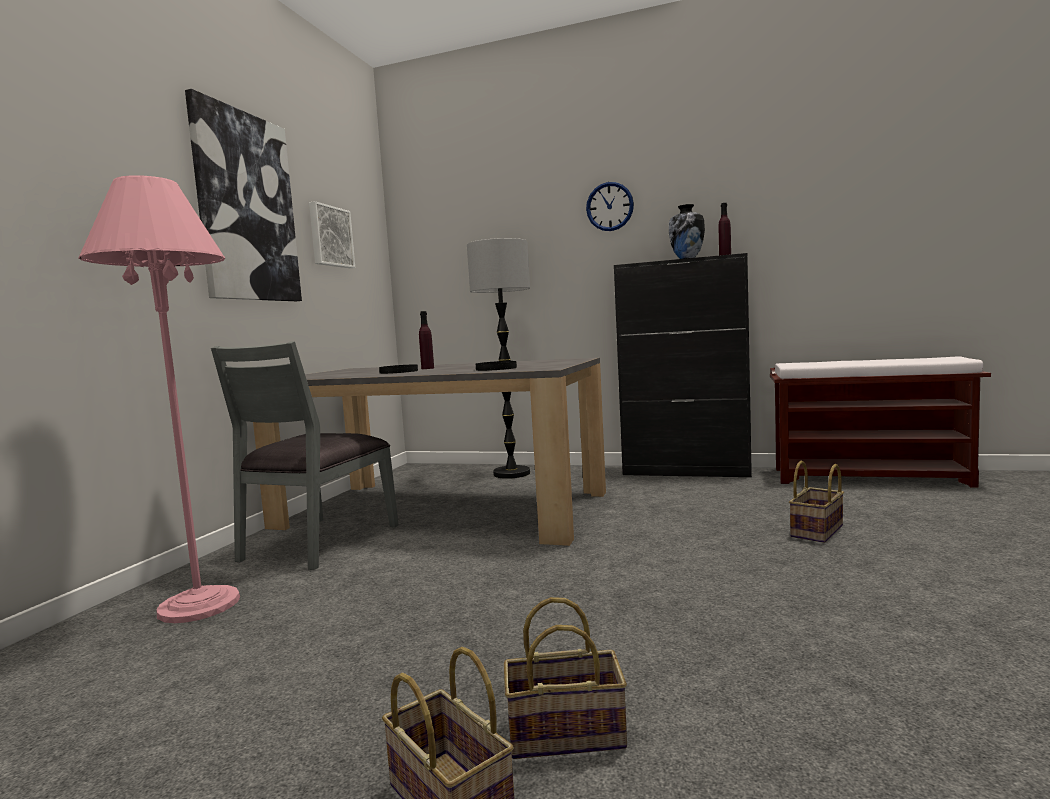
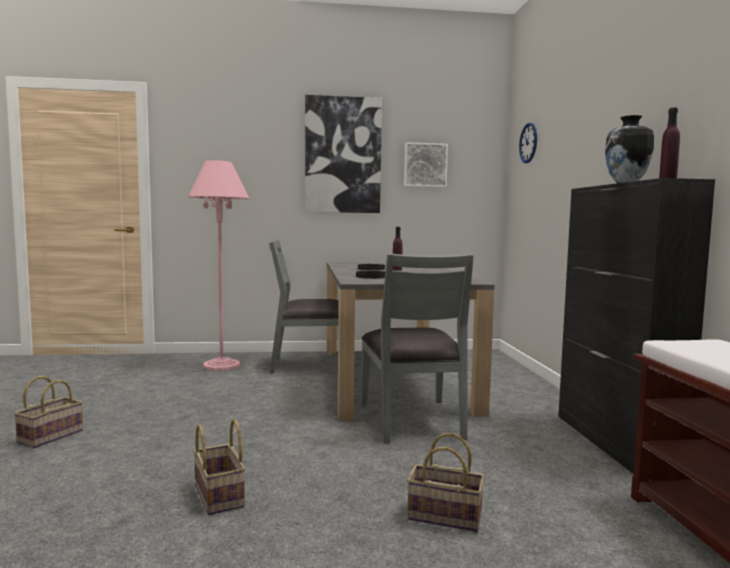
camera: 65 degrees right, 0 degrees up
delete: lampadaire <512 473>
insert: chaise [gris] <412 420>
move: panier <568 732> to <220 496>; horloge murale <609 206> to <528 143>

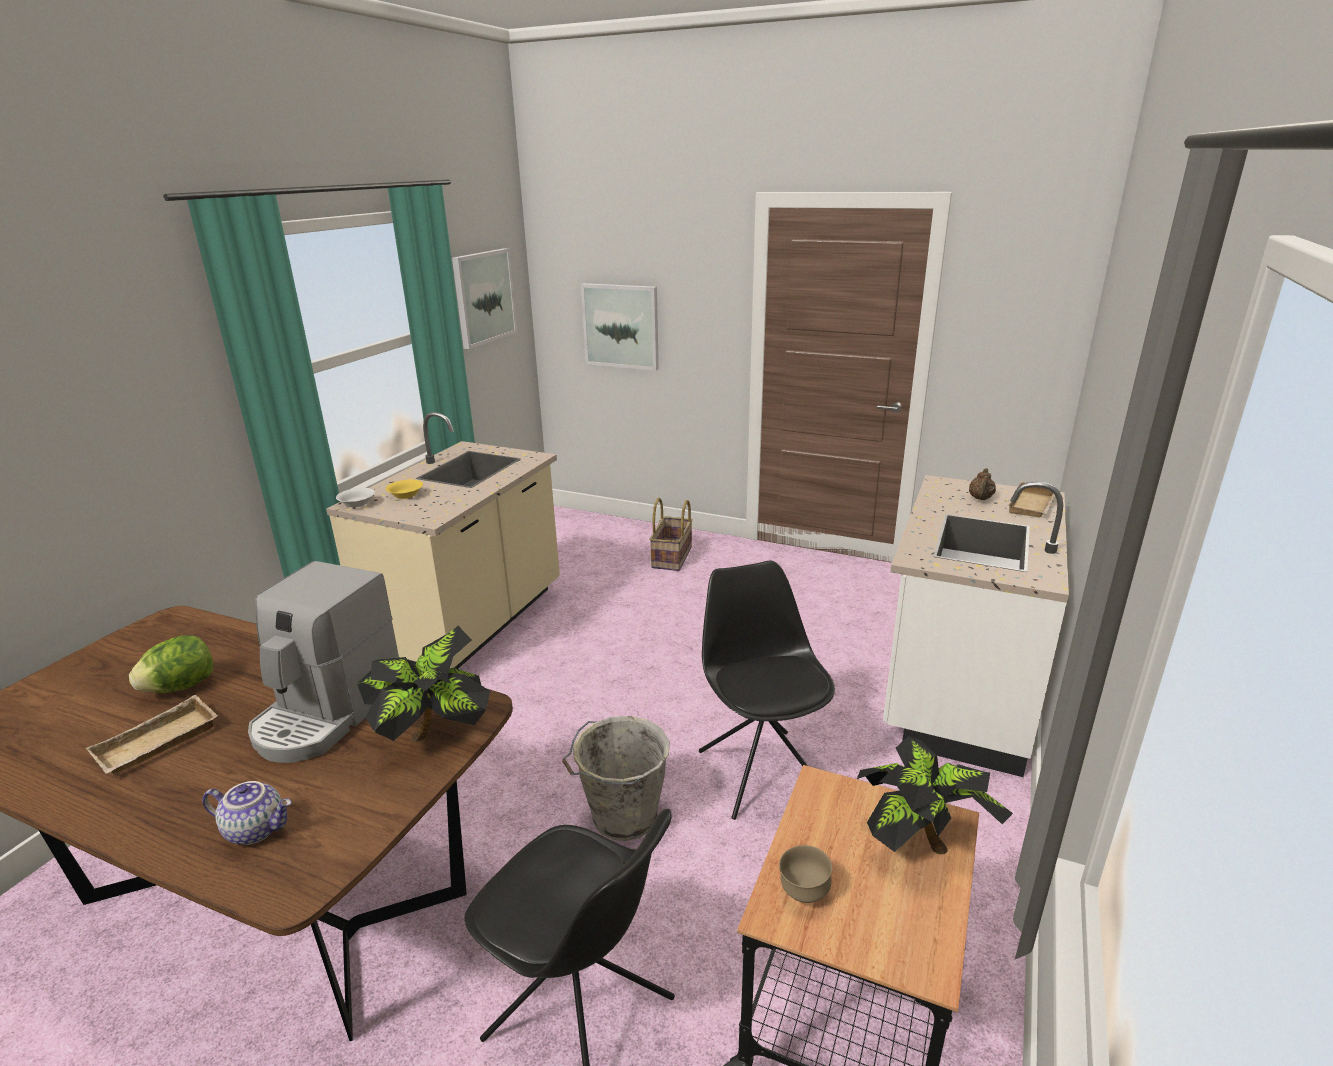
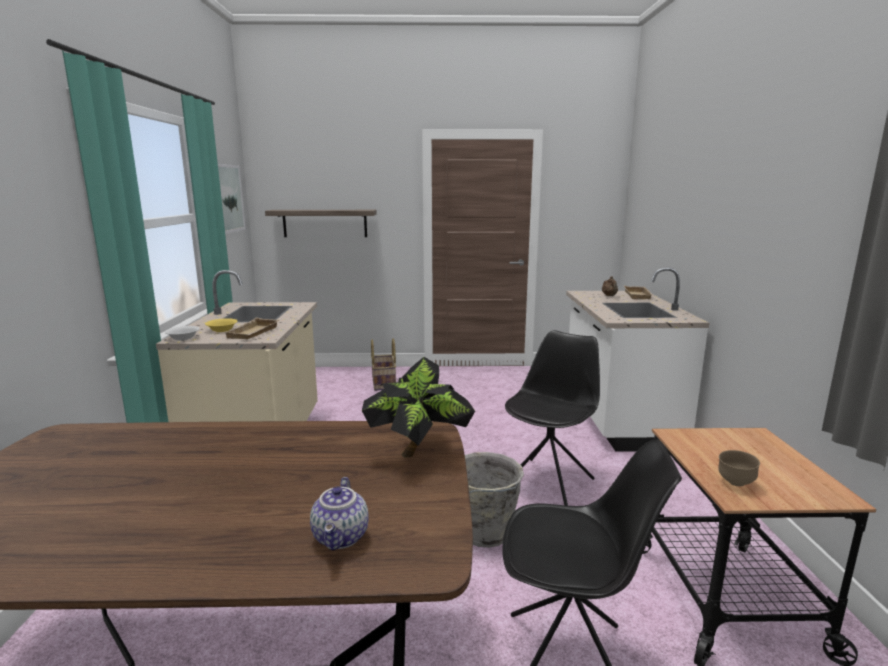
camera: 25 degrees left, 10 degrees down
delete: laitue <181 687>; machine à café <327 713>; plante en pot <920 844>
move: plateau [beige] <157 744> to <254 333>
replace: tableau <621 326> to étagère <325 223>
rotate: théière <257 829> = <342 537> 105 degrees clockwise; chaise [noir] <760 771> = <548 483> 75 degrees clockwise

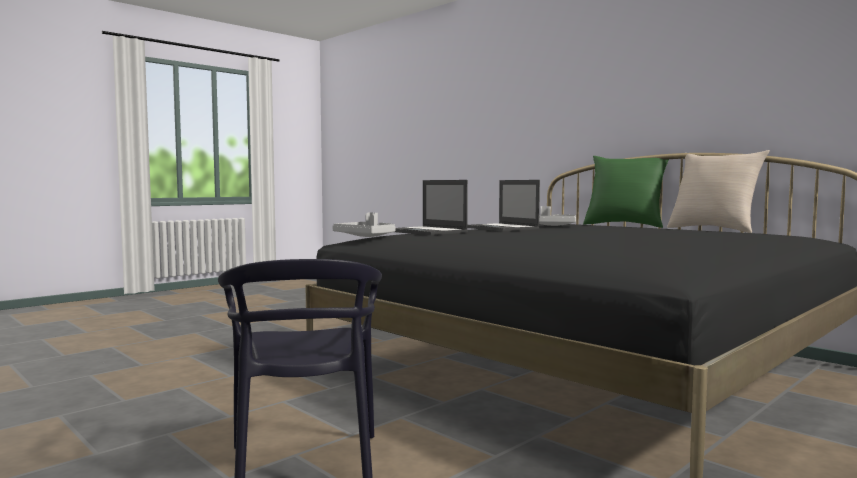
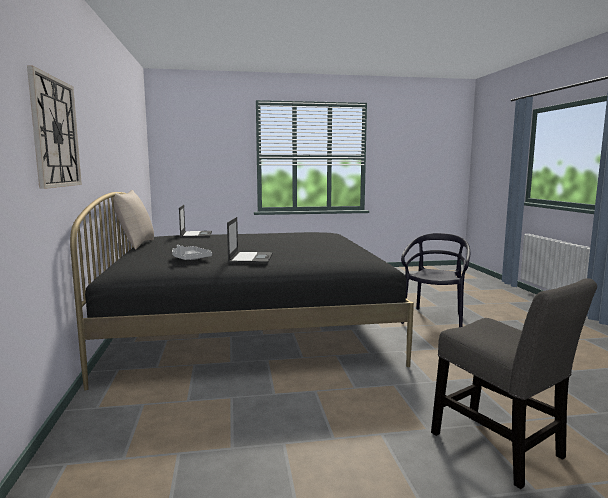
camera: 145 degrees left, 5 degrees up
delete: plateau [gris] <366 236>; coussin [vert] <625 225>
insert: horloge murale <55 133>; chaise [gris] <501 449>
move: ordinateur portable <428 232> to <196 234>

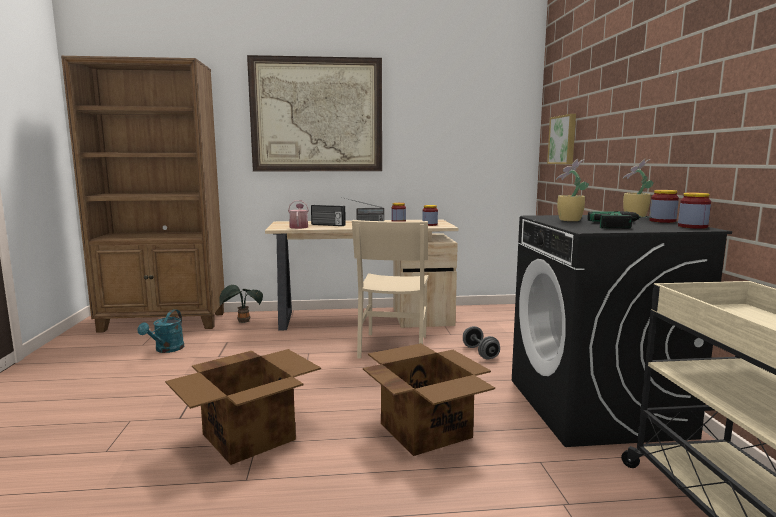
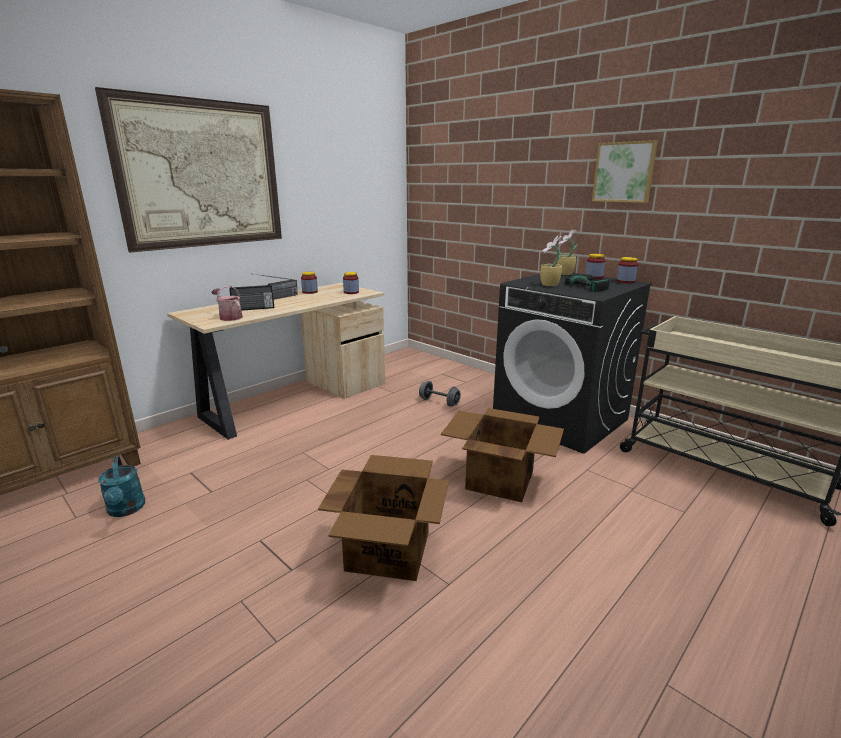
camera: 40 degrees left, 10 degrees up
delete: plante en pot <242 322>; chaise [beige] <393 346>
move: tableau <563 140> to <624 172>

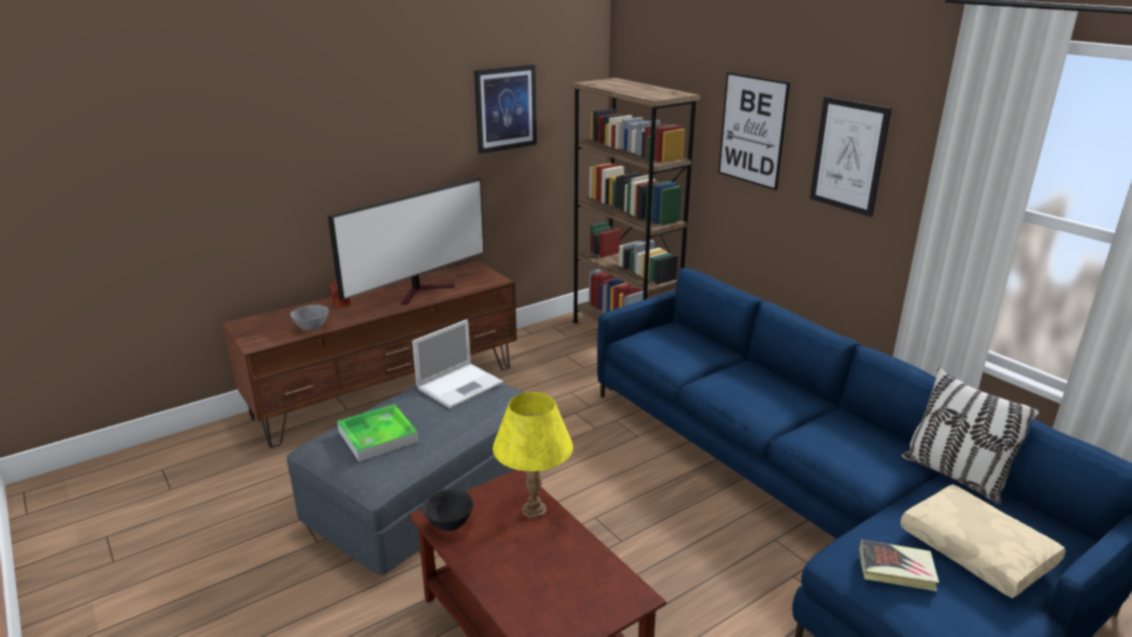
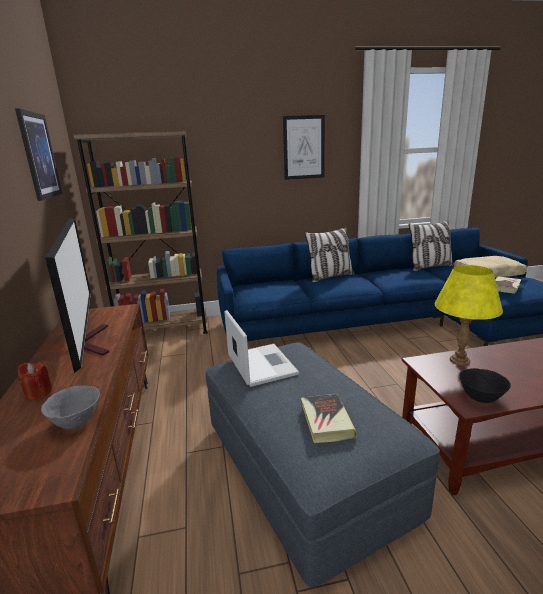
camera: 65 degrees left, 5 degrees down
delete: tableau <752 130>
insert: coussin <330 277>
replace: plateau <378 436> to livre <326 421>

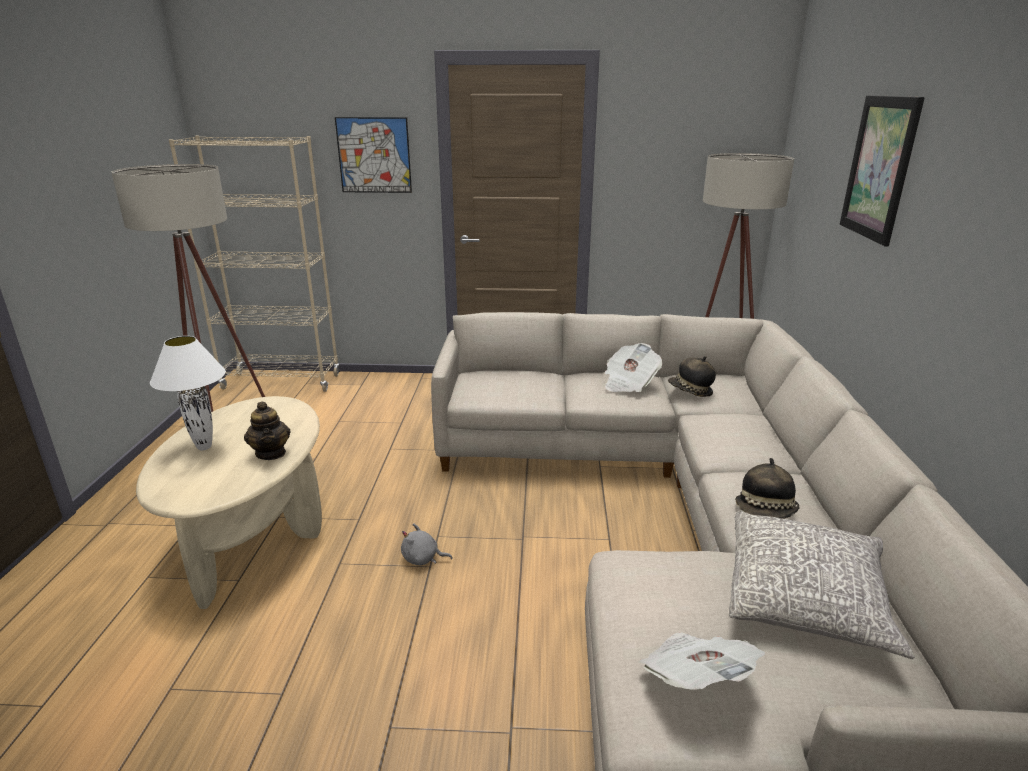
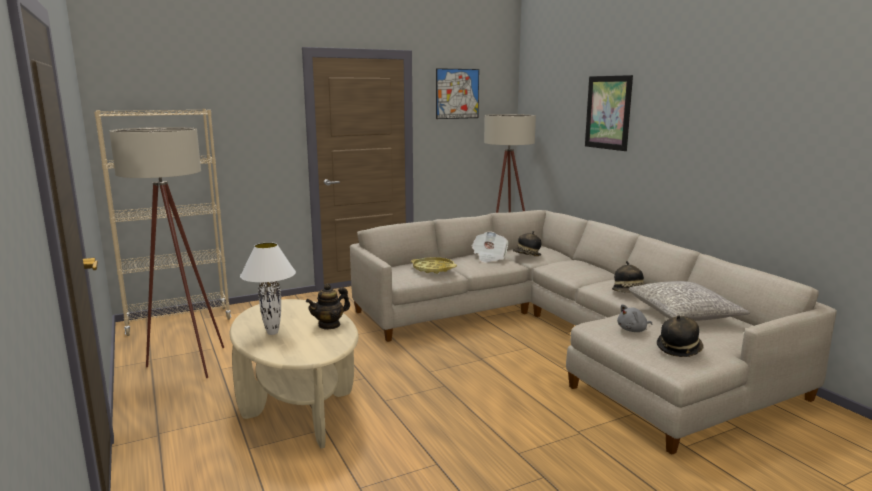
camera: 30 degrees left, 10 degrees down
insert: plateau [jaune] <433 269>
move: tableau <374 155> to <457 93>; peluche [gris] <423 559> to <633 330>
replace: journal <695 679> to chapeau <679 349>
rotate: théière <271 453> = <329 325> 105 degrees clockwise

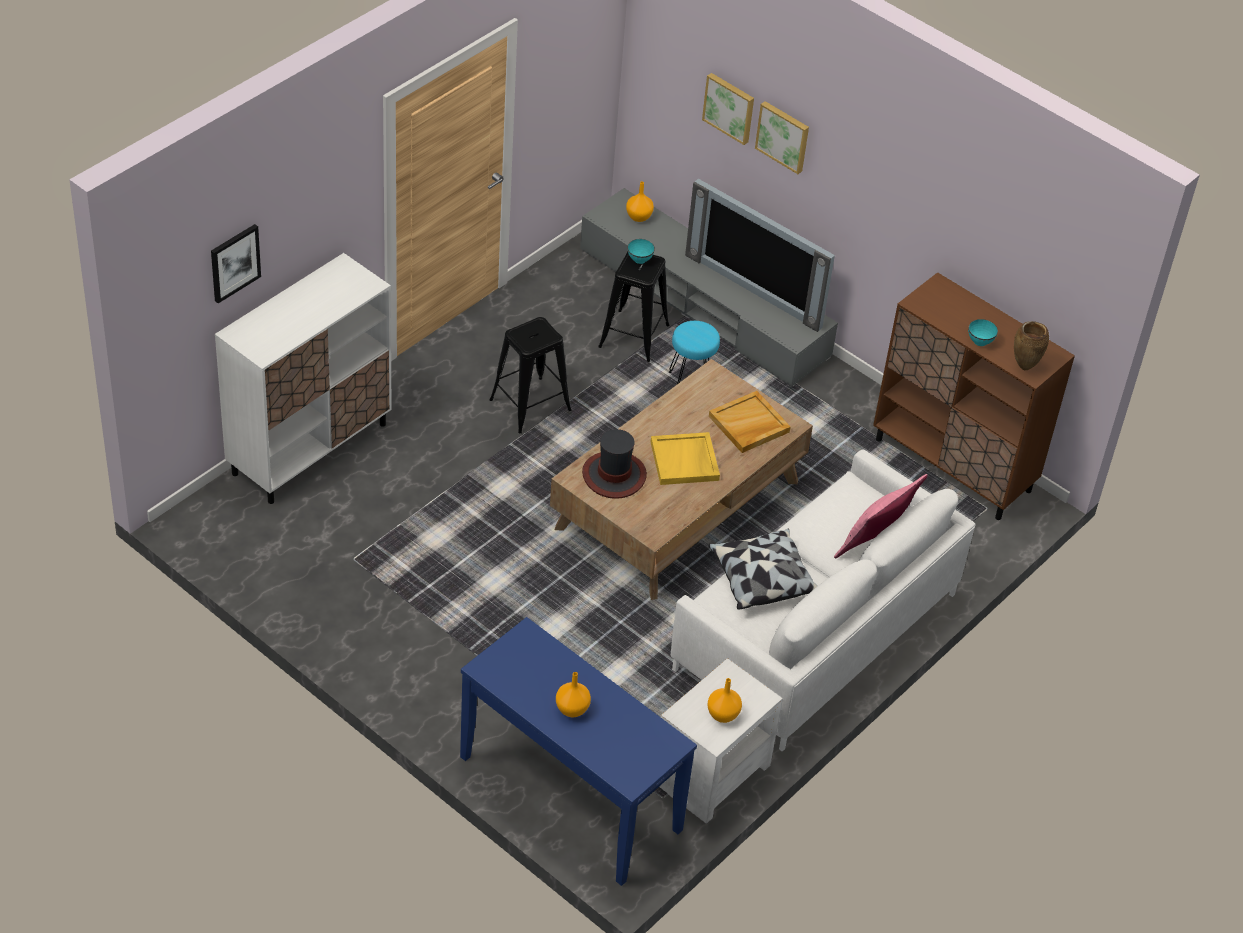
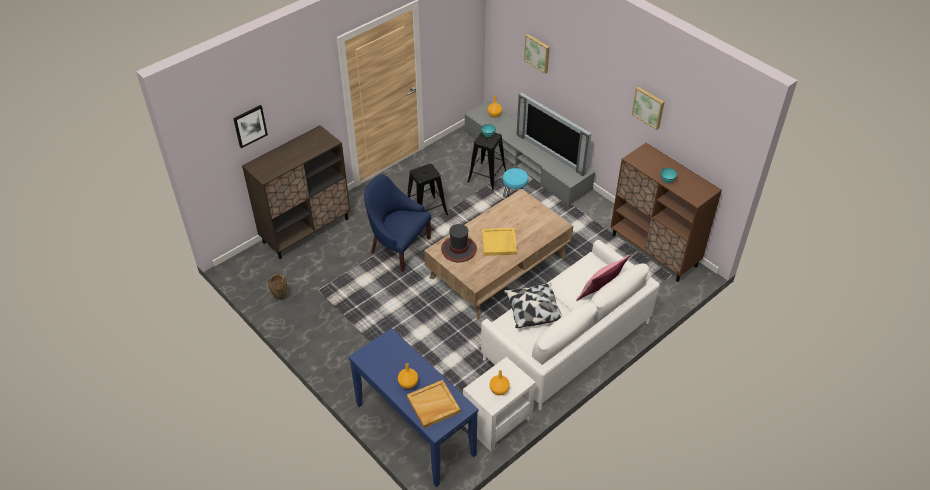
camera: 10 degrees right, 0 degrees up
insert: fauteuil [bleu] <398 247>
move: plateau [beige] <748 425> to <433 405>; tableau <783 136> to <649 107>; vase [marron] <1024 366> to <280 297>
recolor: meuble de rangement [blanc] <310 448> to meuble de rangement [marron] <306 230>

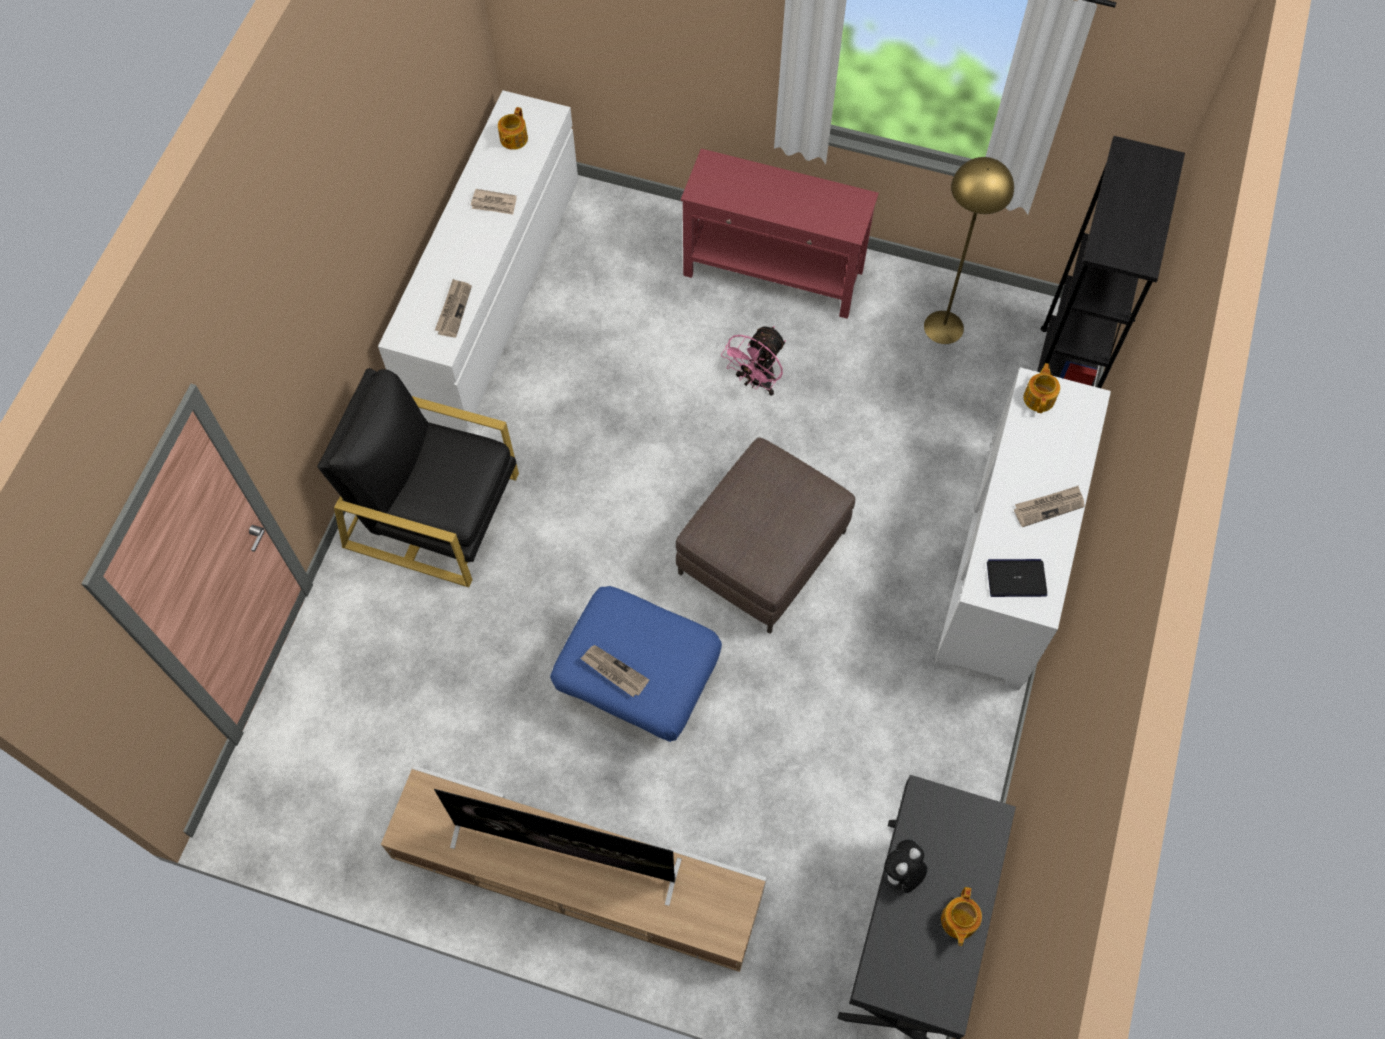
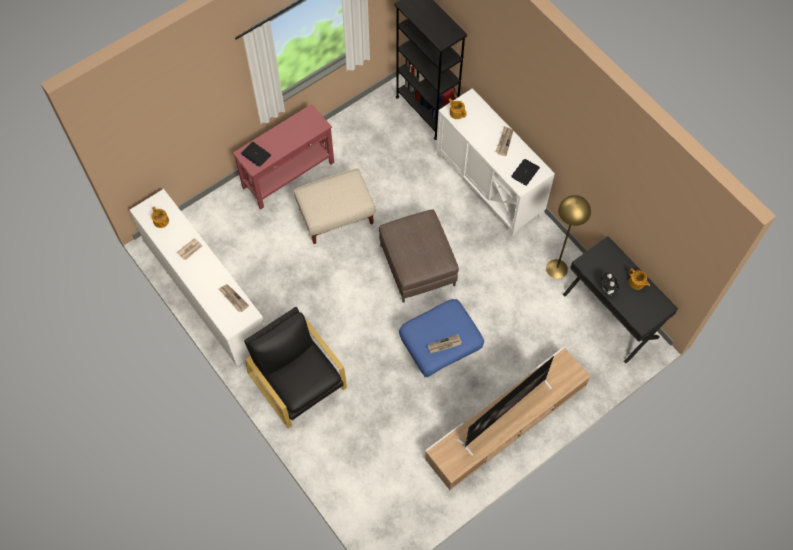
camera: 55 degrees left, 0 degrees up
insert: ordinateur portable <256 154>
move: lampadaire [jaune] <943 327> to <556 268>
replace: ventilateur [rose] <756 382> to pouf [beige] <336 216>
rotate: fauteuil [noir] <434 510> = <297 381> 90 degrees clockwise

